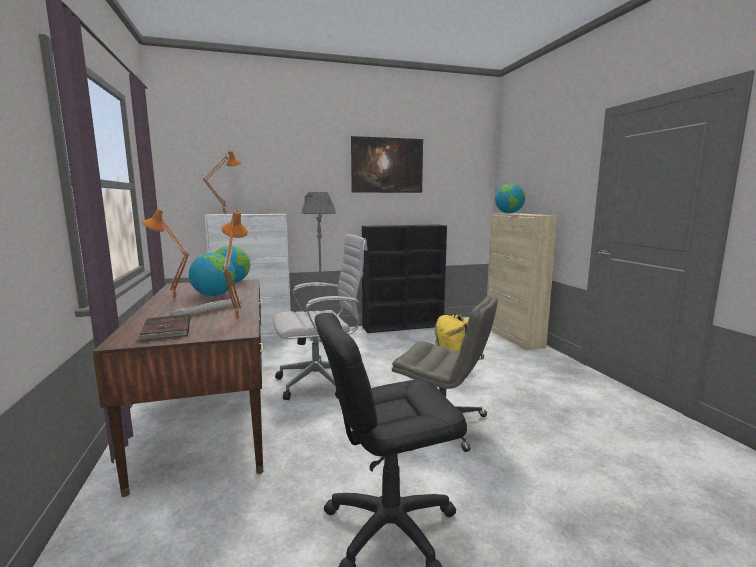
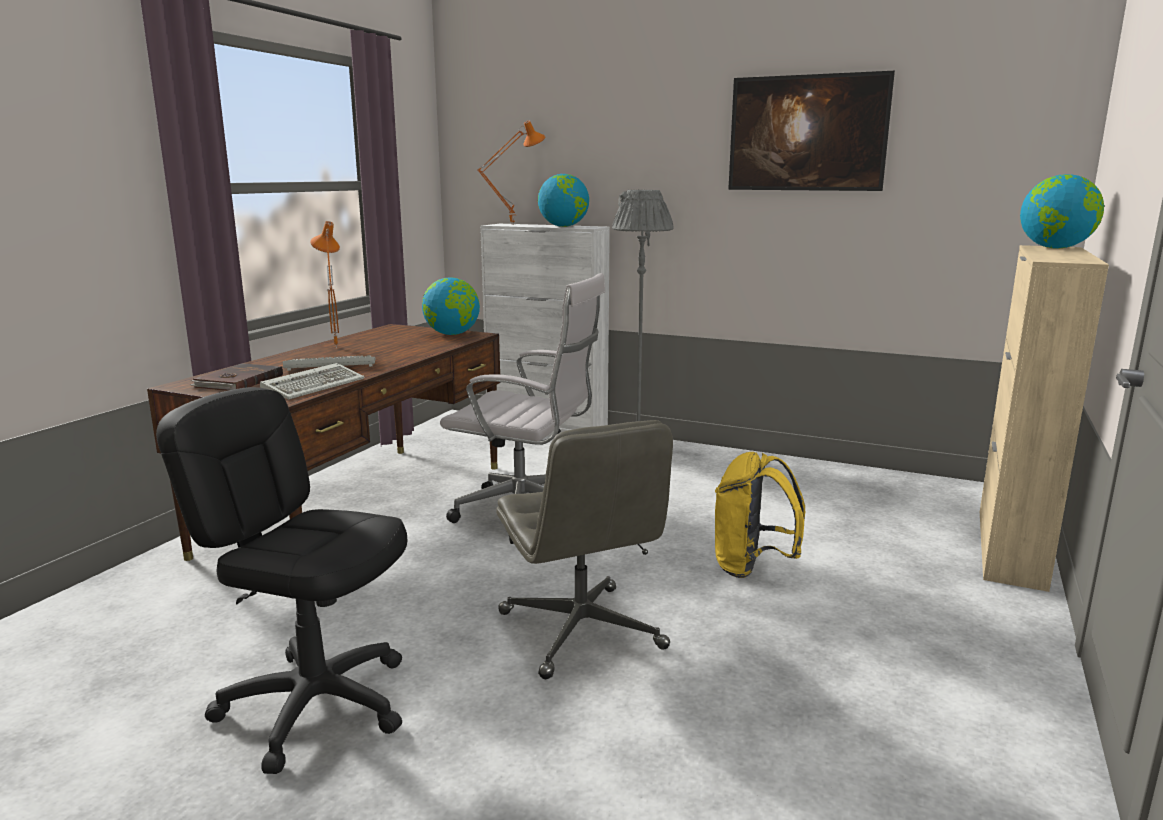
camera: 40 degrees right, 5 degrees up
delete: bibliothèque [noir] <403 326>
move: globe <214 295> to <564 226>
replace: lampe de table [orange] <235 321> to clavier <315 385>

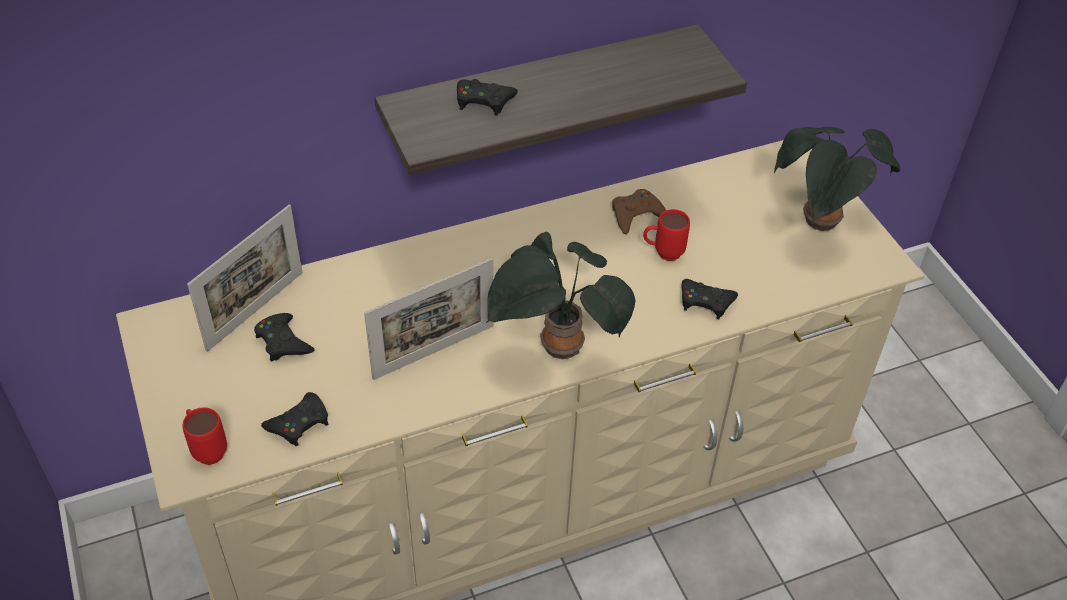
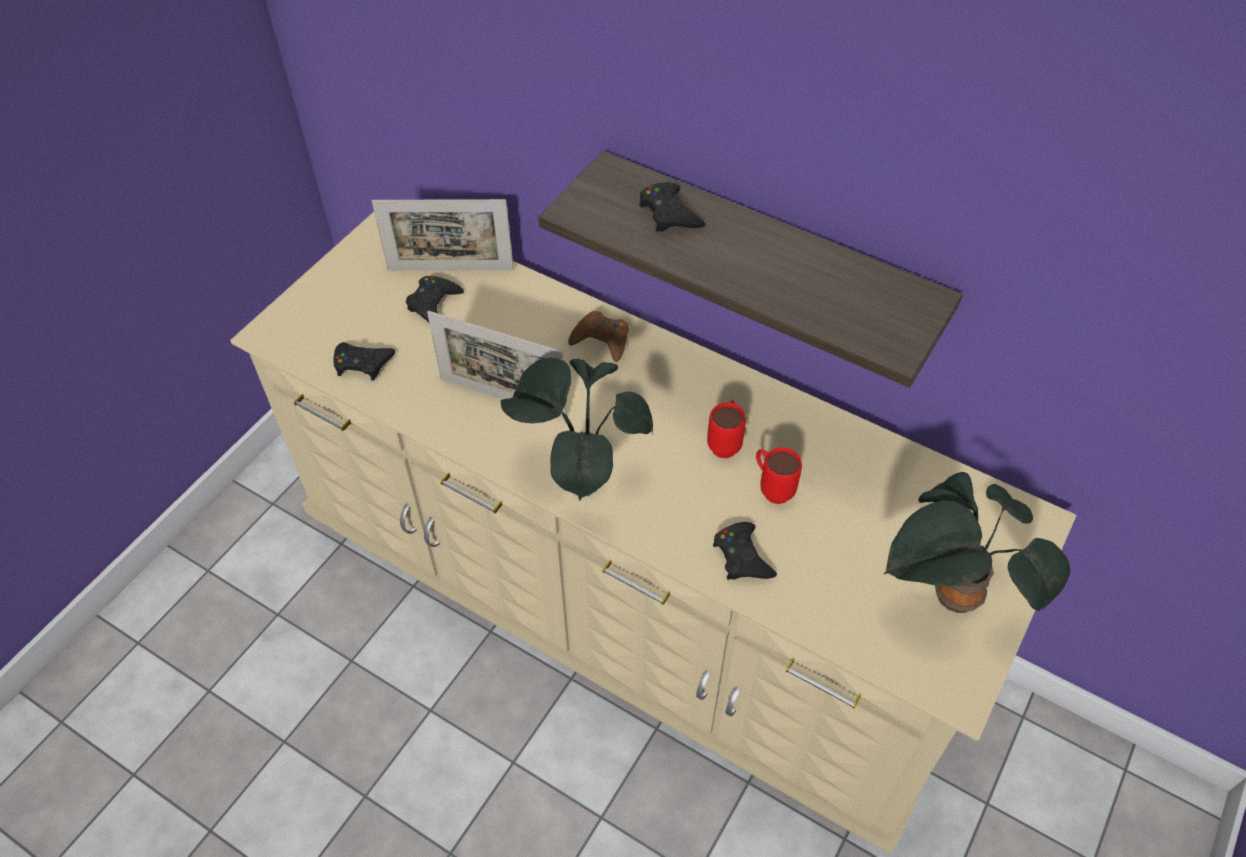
camera: 55 degrees right, 5 degrees up
move: mug [rouge] <207 449> to <725 442>; manette [marron] <636 215> to <602 340>

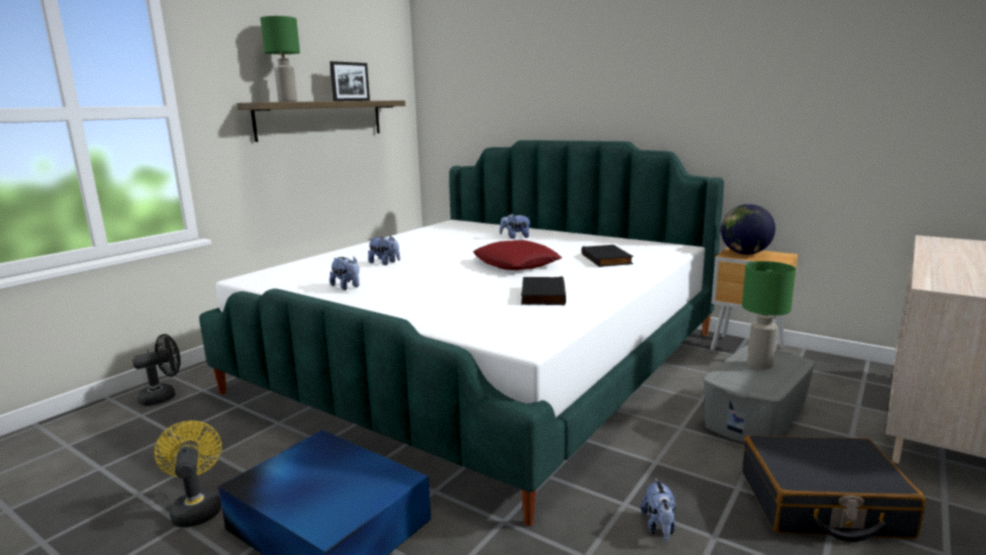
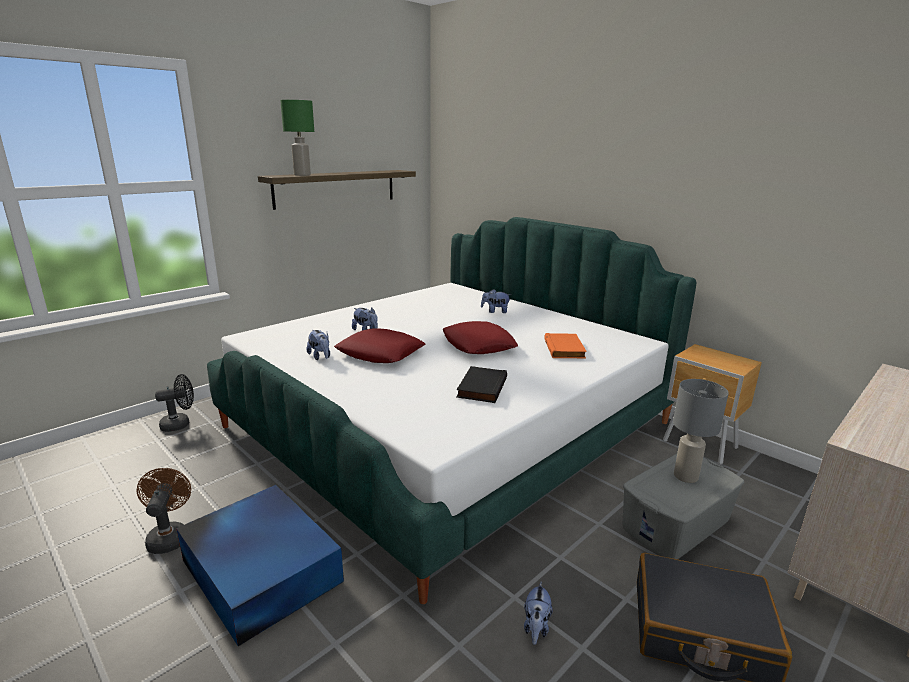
camera: 10 degrees right, 5 degrees up
delete: cadre photo <352 100>; globe <745 254>
insert: coussin [rouge] <380 353>
recolor: ventilateur [jaune] <196 508> to ventilateur [marron] <169 536>; livre [noir] <607 259> to livre [orange] <565 349>; lampe de table [vert] <759 365> to lampe de table [gris] <685 476>

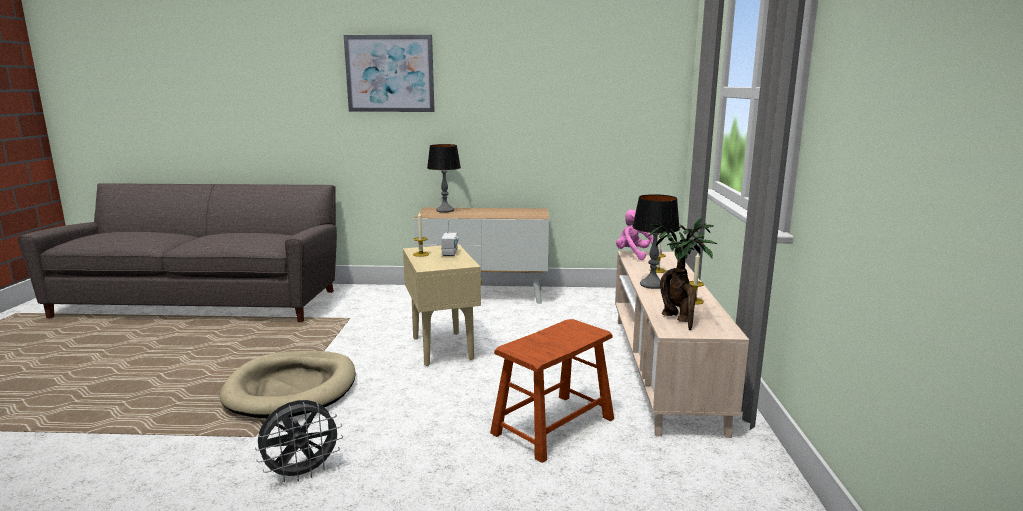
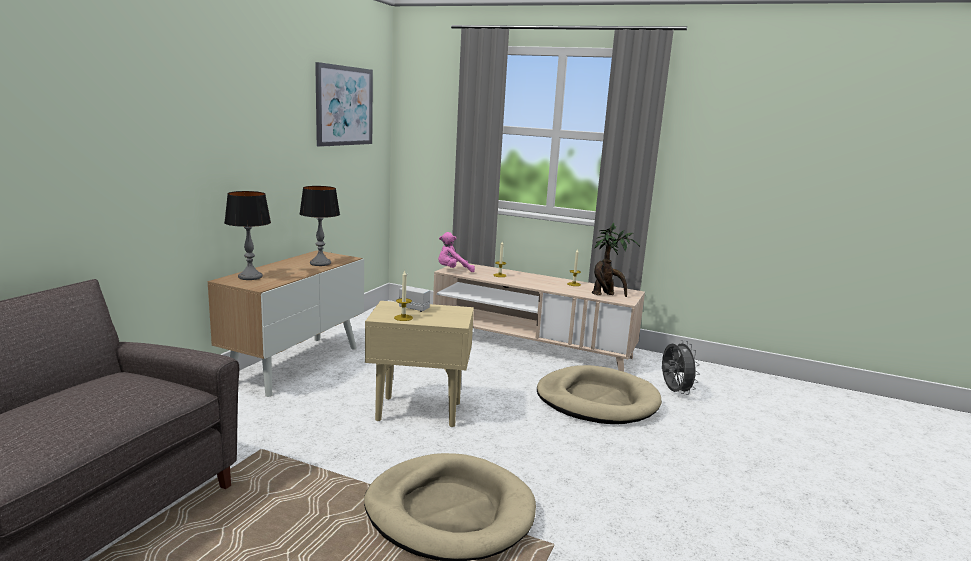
camera: 70 degrees left, 0 degrees up
move: ventilateur [gris] <302 473> to <674 392>; tableau <390 73> to <344 106>; lampe de table <652 285> to <320 263>
replace: tabouret [marron] <553 426> to panier pour chien [beige] <597 400>

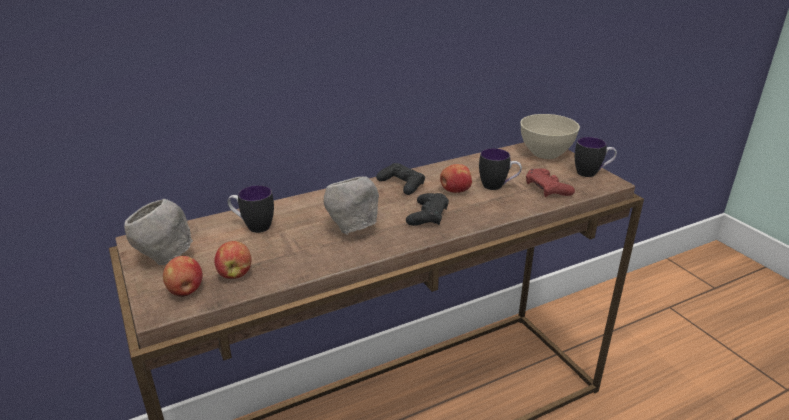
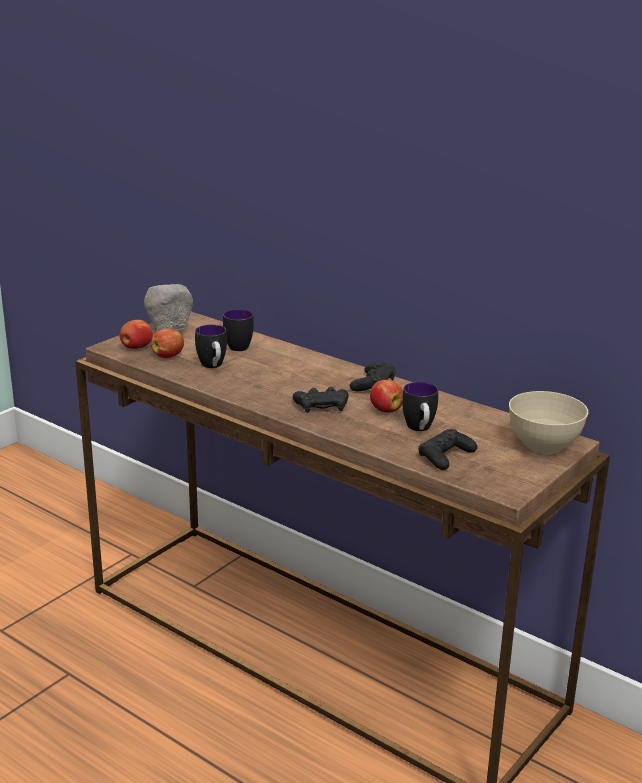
camera: 65 degrees right, 5 degrees down
delete: bol [gris] <352 229>
move: mug <592 173> to <213 366>
recolor: manette [rouge] <547 188> to manette [noir] <445 456>

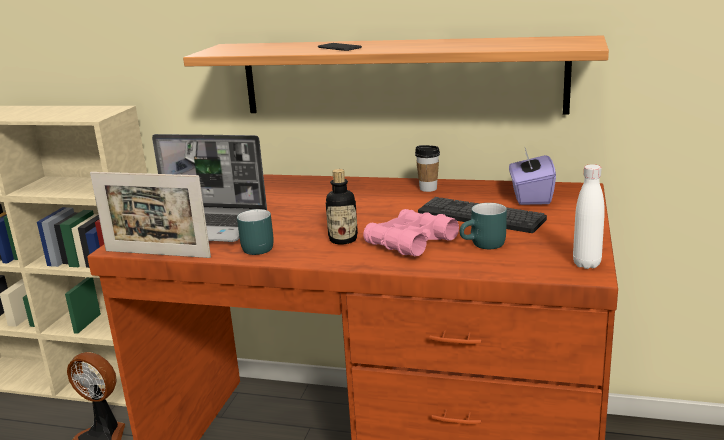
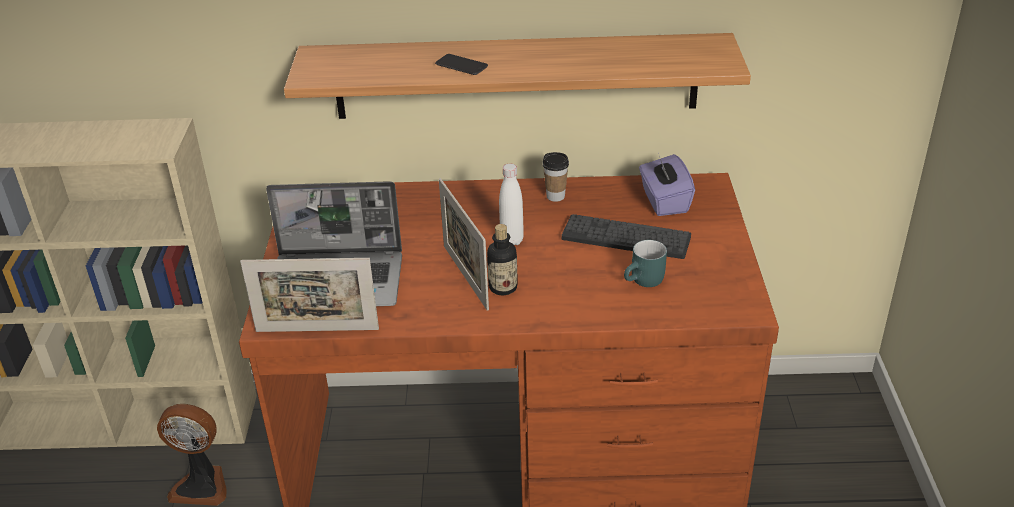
camera: 15 degrees left, 15 degrees up
delete: mug [turquoise] <258 247>; jumelles [rose] <410 242>
insert: cadre photo <465 277>
move: bouteille [blanc] <586 264> to <512 240>

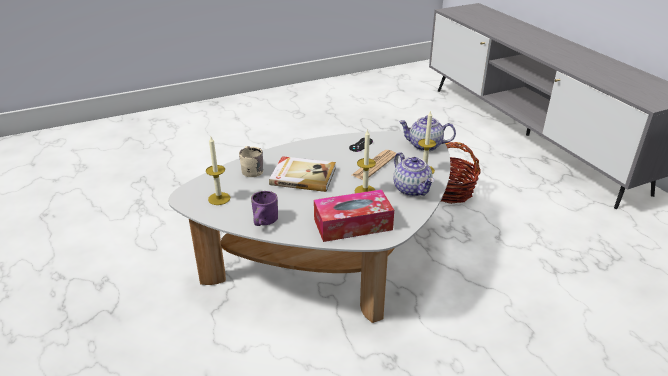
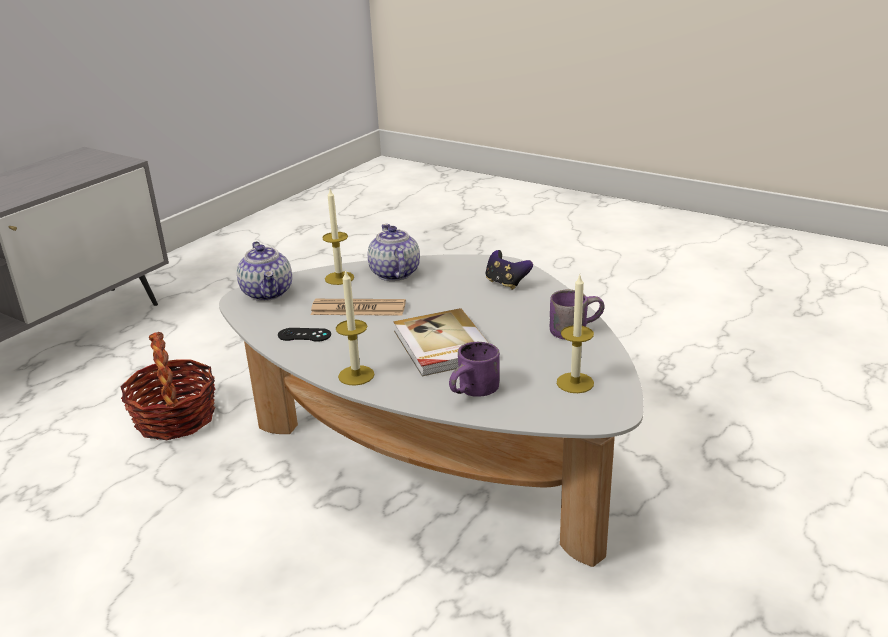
camera: 120 degrees left, 5 degrees down
move: bougie <365 191> to <356 375>
replace: boîte à mouchoirs <353 224> to manette <506 283>
recolor: mug [beige] <249 170> to mug [violet] <476 393>
rotate: théière <412 189> = <394 273> 45 degrees counterclockwise

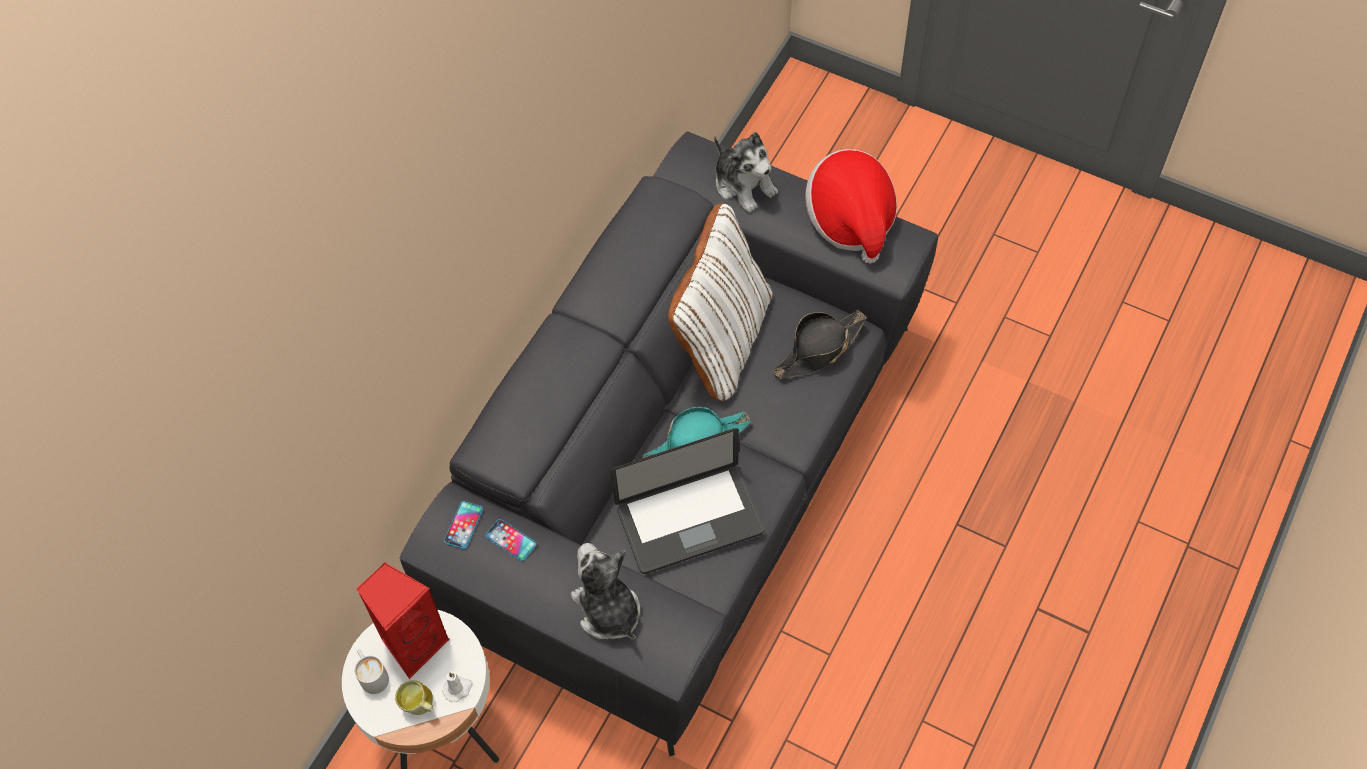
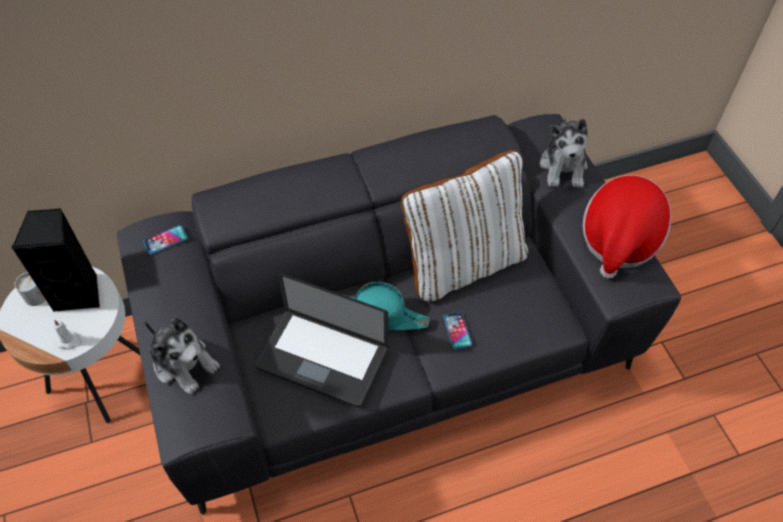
camera: 40 degrees right, 5 degrees down
delete: mug <419 706>; chapeau [noir] <819 349>
move: téléphone <510 540> to <457 330>
recolor: enceinte [rouge] <413 643> to enceinte [noir] <79 293>
rotate: peluche <607 610> = <184 363> 120 degrees clockwise

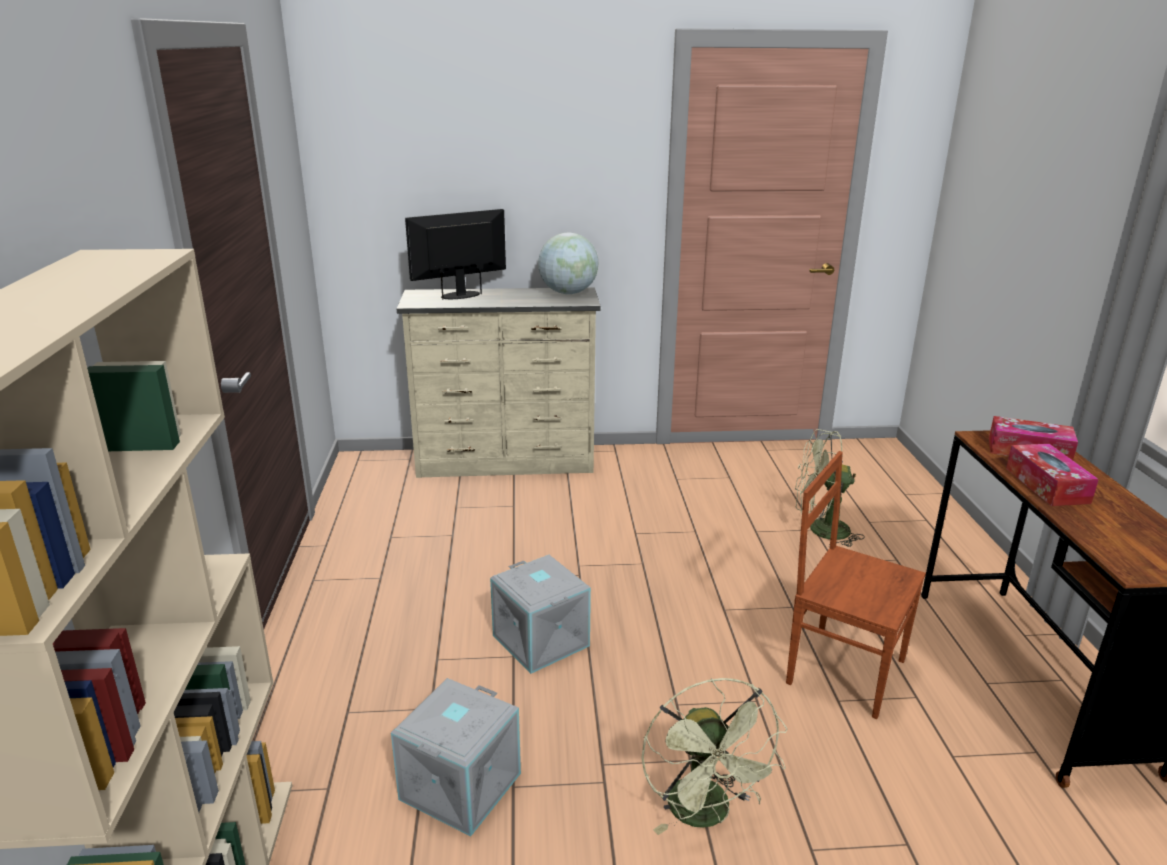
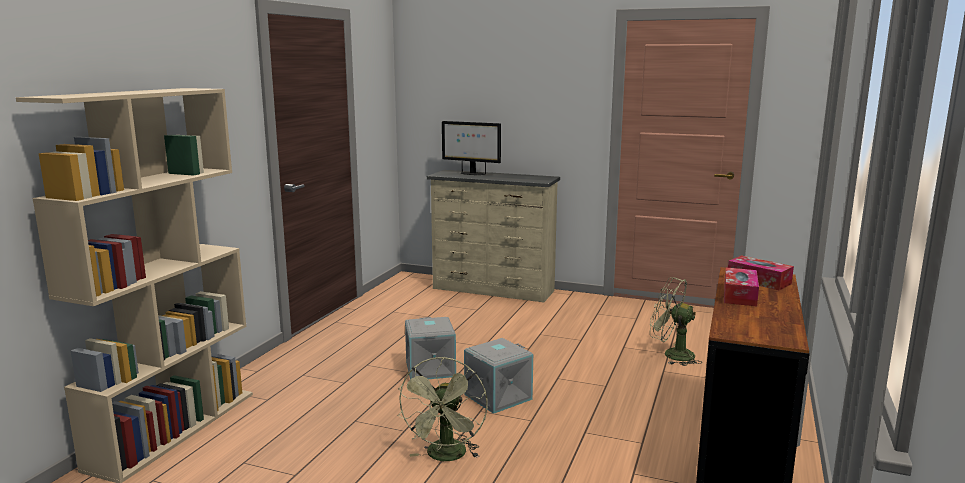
camera: 25 degrees right, 10 degrees down
delete: globe <568 293>; chaise [marron] <844 669>
move: boîte de rangement [gris] <459 785> to <497 396>
rotate: écran d'ordinateur <461 295> = <471 173> 150 degrees counterclockwise

